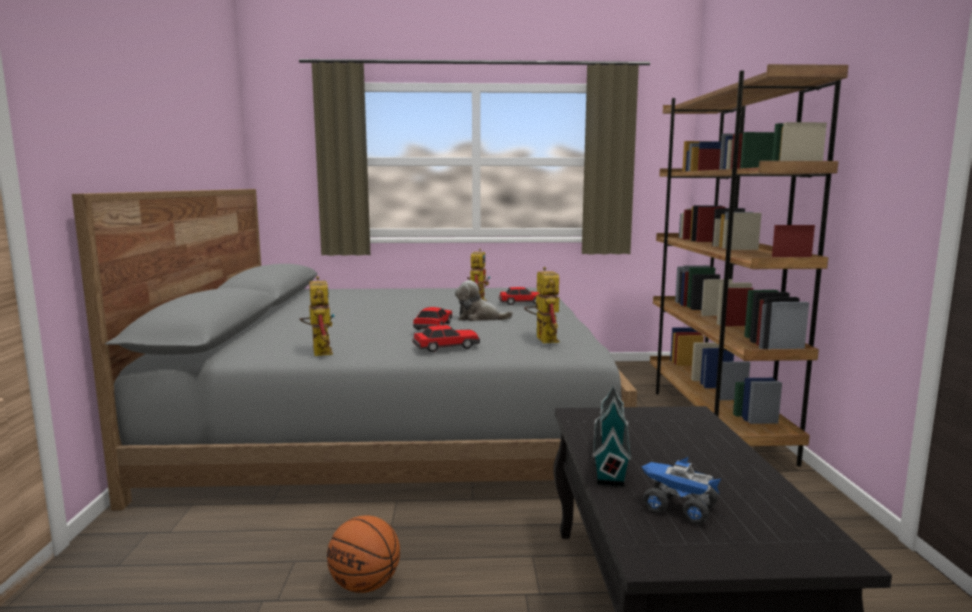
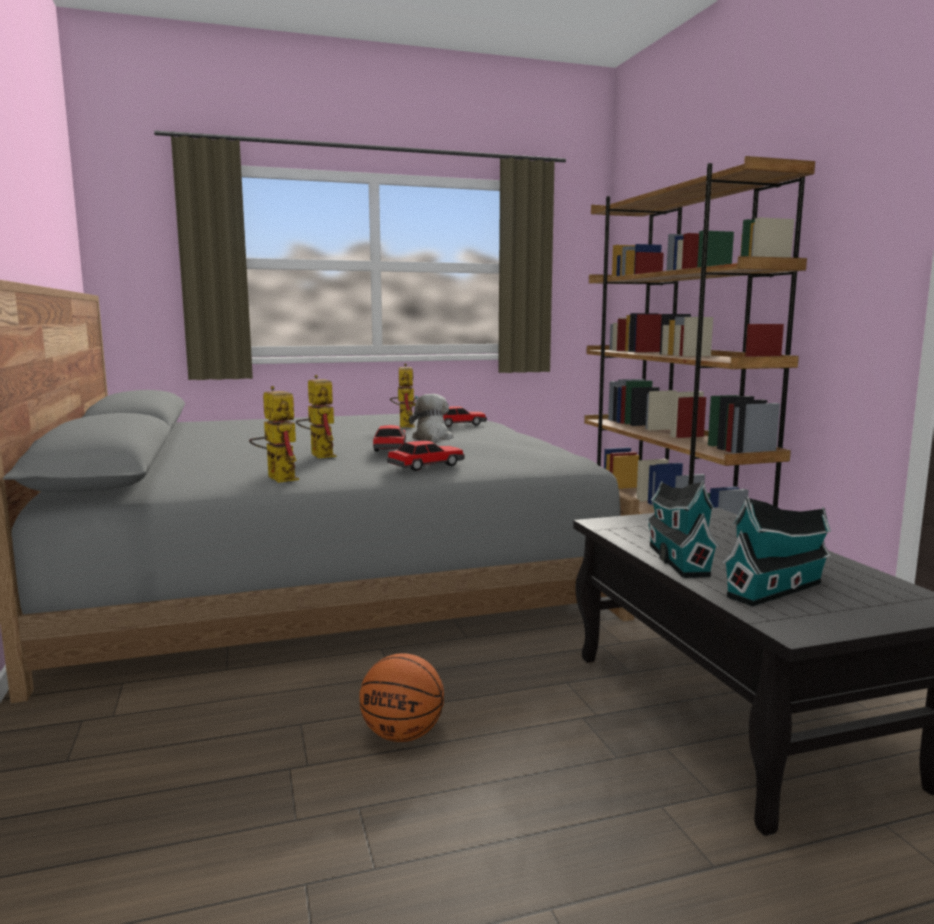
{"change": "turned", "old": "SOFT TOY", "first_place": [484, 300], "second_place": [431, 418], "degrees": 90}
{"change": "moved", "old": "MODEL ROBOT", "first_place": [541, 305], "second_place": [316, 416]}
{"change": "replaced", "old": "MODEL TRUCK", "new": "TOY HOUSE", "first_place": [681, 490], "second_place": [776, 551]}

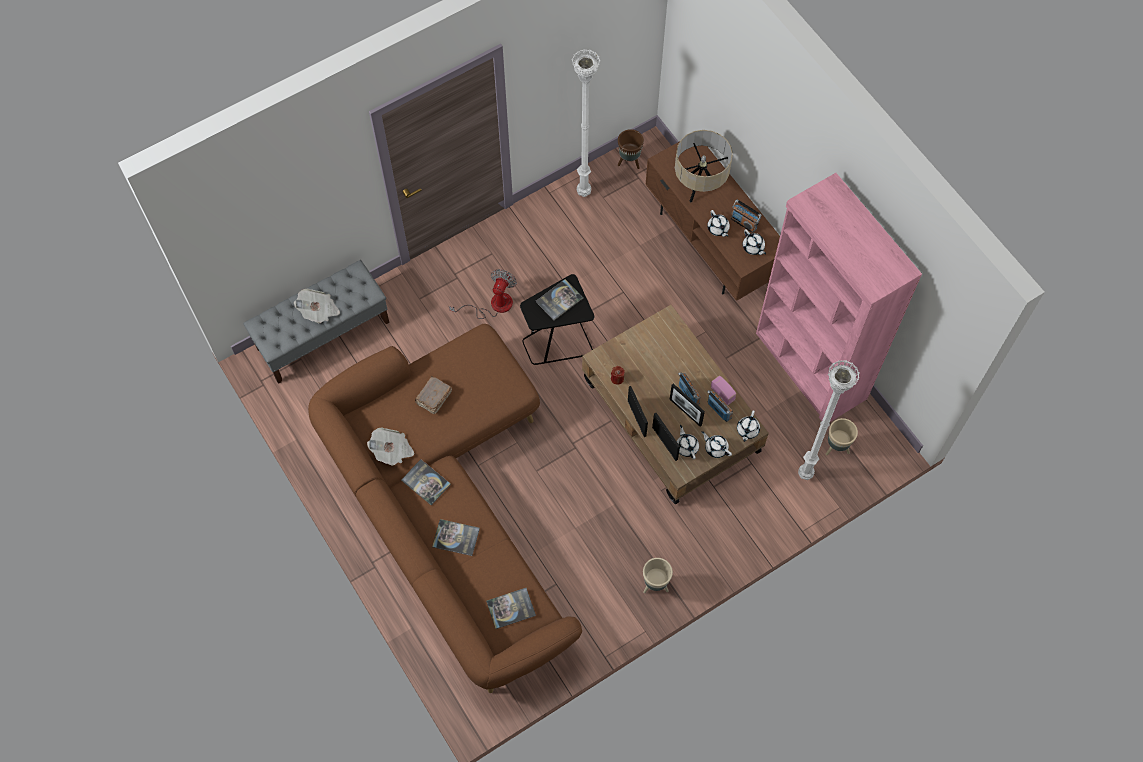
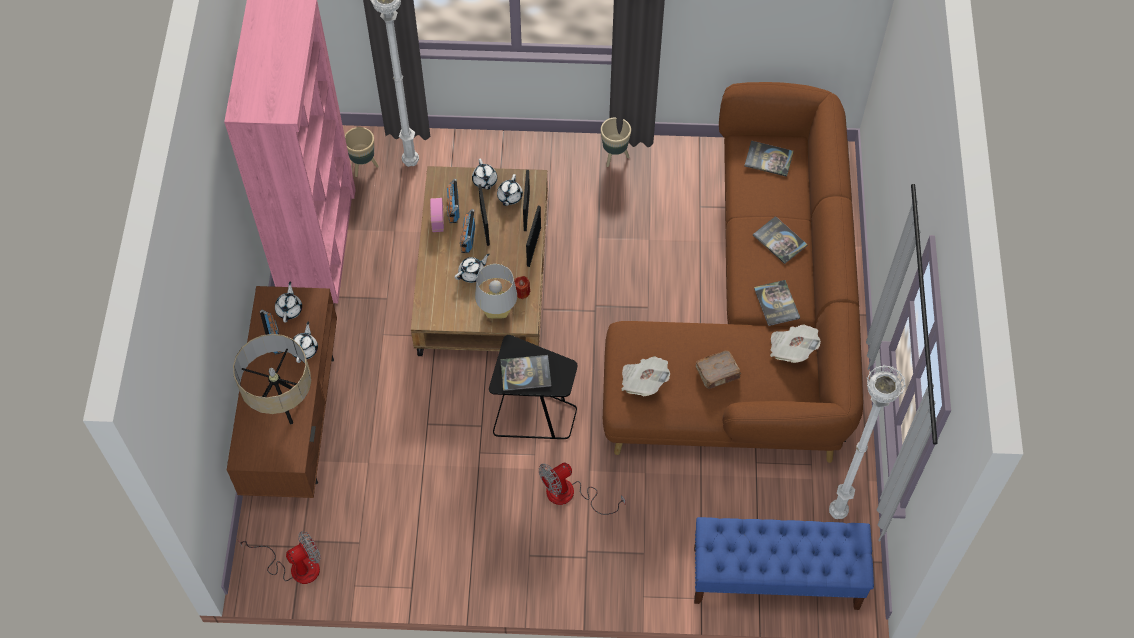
{"change": "recoloured", "old": "GRAY LONG SEAT", "new": "BLUE-COLOURED LONG SEAT", "first_place": [316, 322], "second_place": [784, 563]}
{"change": "moved", "old": "PRINTED PAPER", "first_place": [317, 306], "second_place": [646, 376]}
{"change": "moved", "old": "WHITE STANDARD LAMP", "first_place": [586, 123], "second_place": [867, 442]}
{"change": "replaced", "old": "BROWN-COLOURED PLANTER", "new": "ELECTRIC FAN", "first_place": [631, 149], "second_place": [279, 557]}
{"change": "moved", "old": "WHITE TEA POT", "first_place": [748, 426], "second_place": [472, 268]}
{"change": "added", "new": "GRAY LAMP FOR A TABLE", "second_place": [496, 291]}

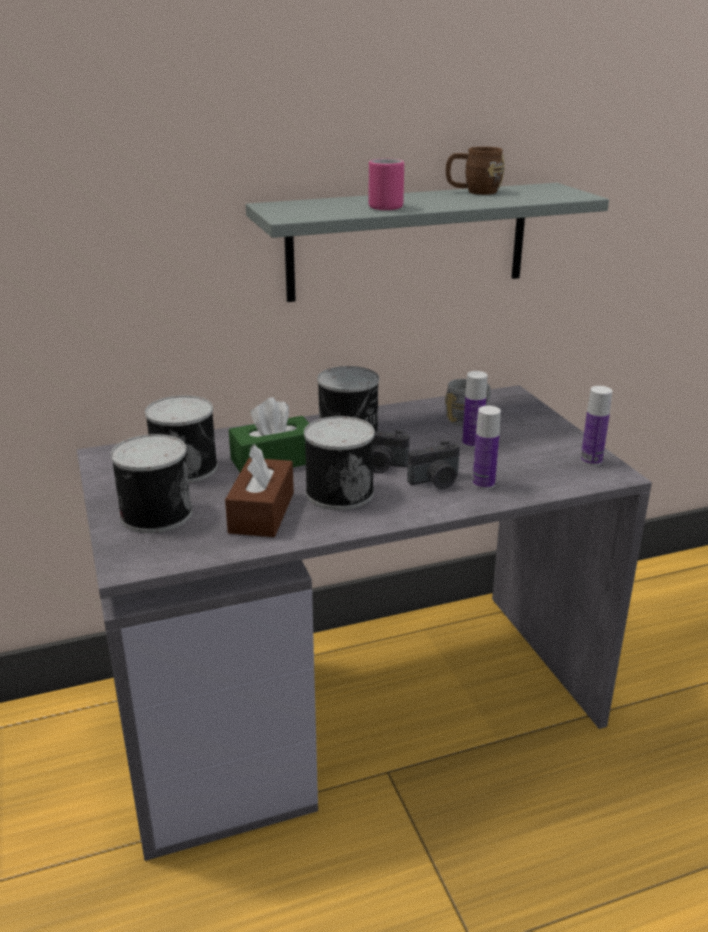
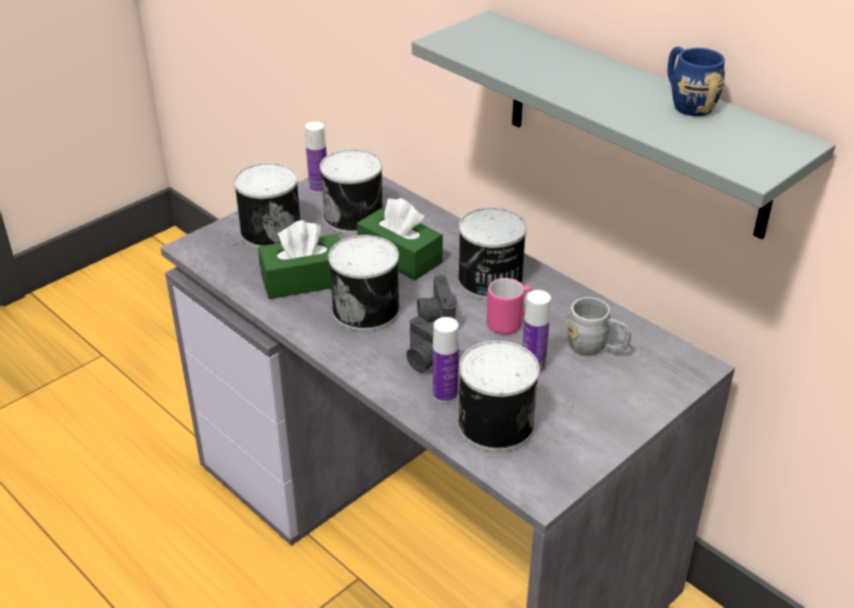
{"change": "recoloured", "old": "BROWN-COLOURED TISSUE HOLDER", "new": "GREEN-COLOURED TISSUE HOLDER", "first_place": [259, 490], "second_place": [299, 259]}
{"change": "moved", "old": "PINK-COLOURED MUG", "first_place": [386, 184], "second_place": [509, 306]}
{"change": "recoloured", "old": "BROWN-COLOURED MUG", "new": "BLUE-COLOURED MUG", "first_place": [475, 171], "second_place": [696, 81]}
{"change": "moved", "old": "DRINK BOTTLE", "first_place": [596, 426], "second_place": [316, 157]}
{"change": "added", "new": "SEALED CAN", "second_place": [499, 396]}

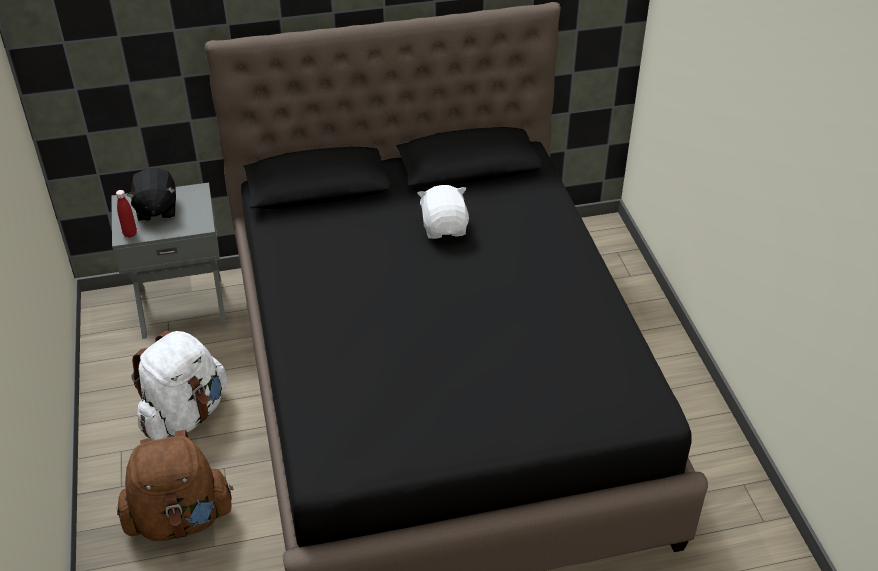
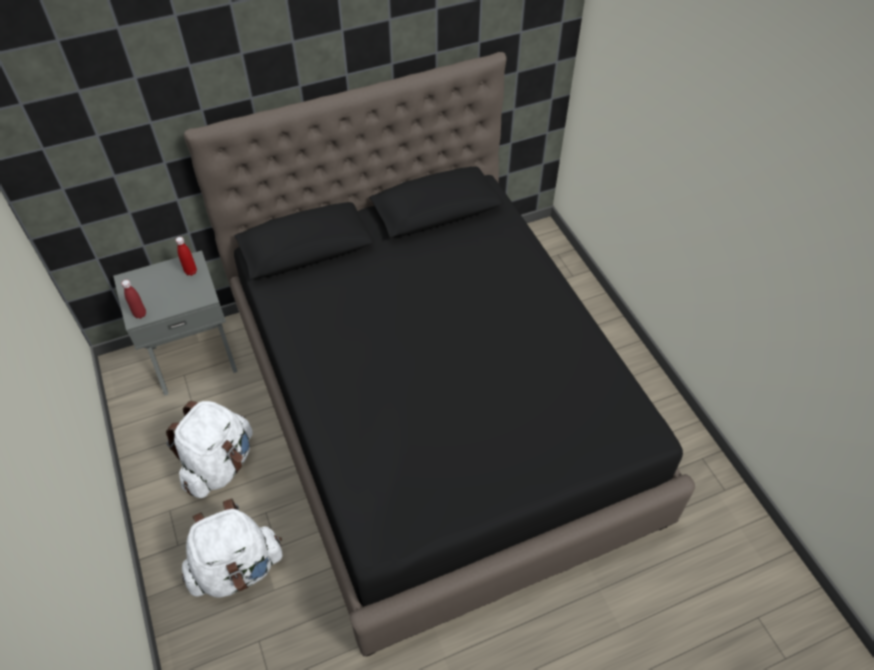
{"change": "recoloured", "old": "BROWN-COLOURED RUCKSACK", "new": "WHITE RUCKSACK", "first_place": [175, 485], "second_place": [232, 548]}
{"change": "removed", "old": "BLACK-COLOURED SOFT TOY", "first_place": [151, 195]}
{"change": "removed", "old": "WHITE SOFT TOY", "first_place": [443, 212]}
{"change": "added", "new": "RED DRINK BOTTLE", "second_place": [186, 256]}

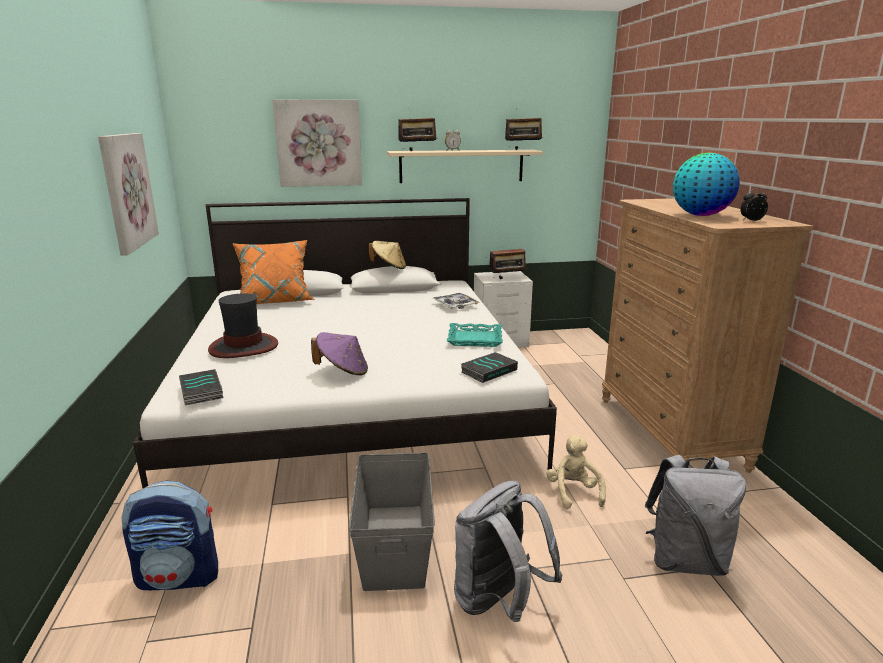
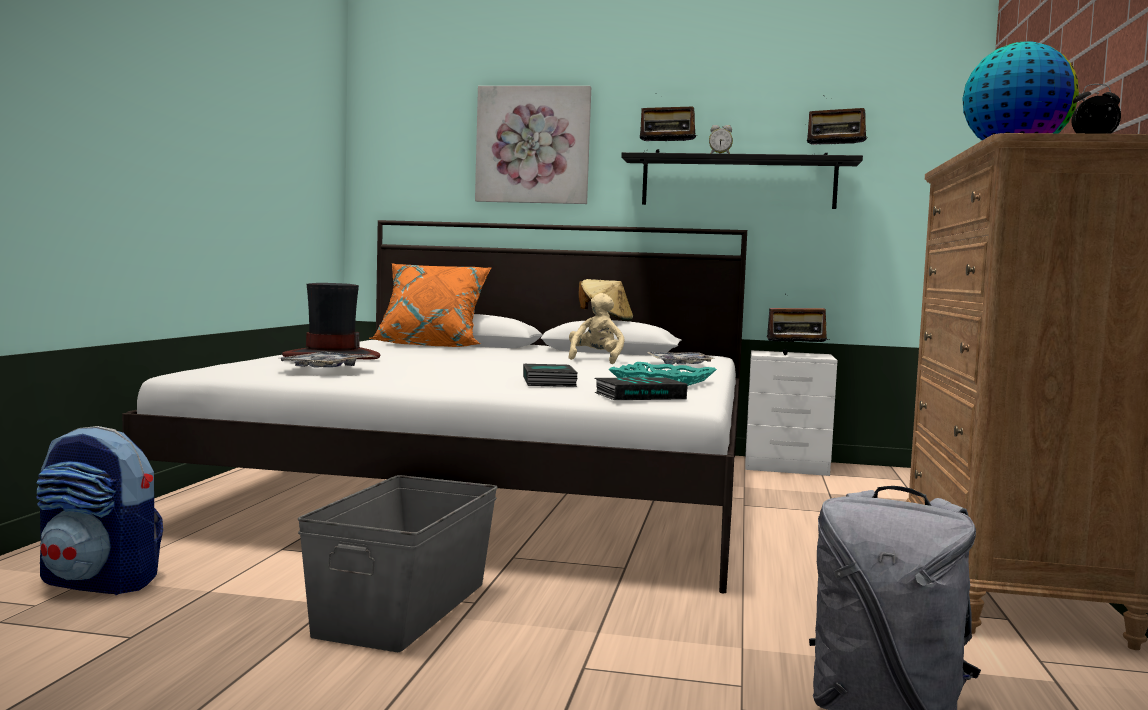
{"change": "removed", "old": "WALL ART", "first_place": [128, 194]}
{"change": "moved", "old": "VOLUME", "first_place": [201, 387], "second_place": [550, 375]}
{"change": "removed", "old": "PURPLISH HAT", "first_place": [339, 354]}
{"change": "recoloured", "old": "BEIGE BRACKET SHELF", "new": "BLACK-COLOURED BRACKET SHELF", "first_place": [465, 166], "second_place": [742, 180]}
{"change": "removed", "old": "GRAY RUCKSACK", "first_place": [508, 551]}
{"change": "moved", "old": "BEIGE SOFT TOY", "first_place": [576, 472], "second_place": [597, 328]}
{"change": "added", "new": "SERVING TRAY", "second_place": [328, 360]}

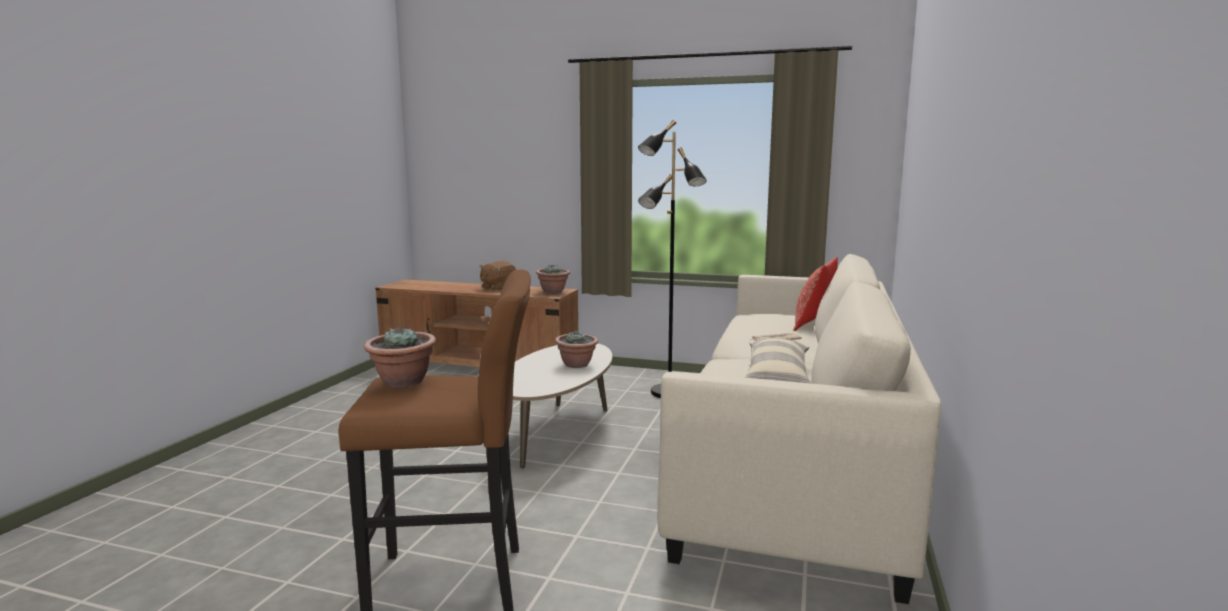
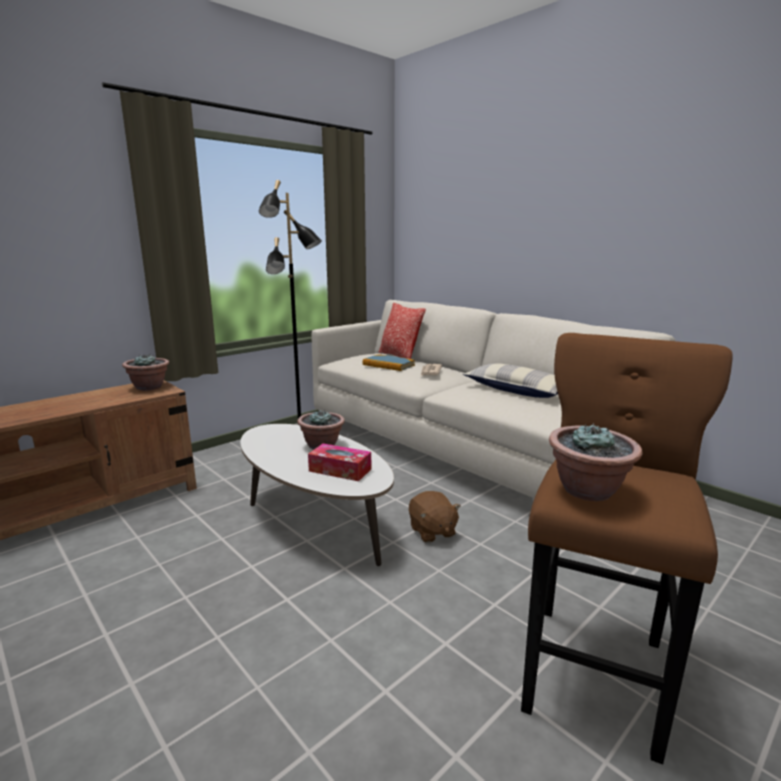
{"change": "moved", "old": "BROWN-COLOURED SOFT TOY", "first_place": [497, 276], "second_place": [435, 517]}
{"change": "added", "new": "TISSUE HOLDER", "second_place": [339, 462]}
{"change": "added", "new": "VOLUME", "second_place": [389, 362]}

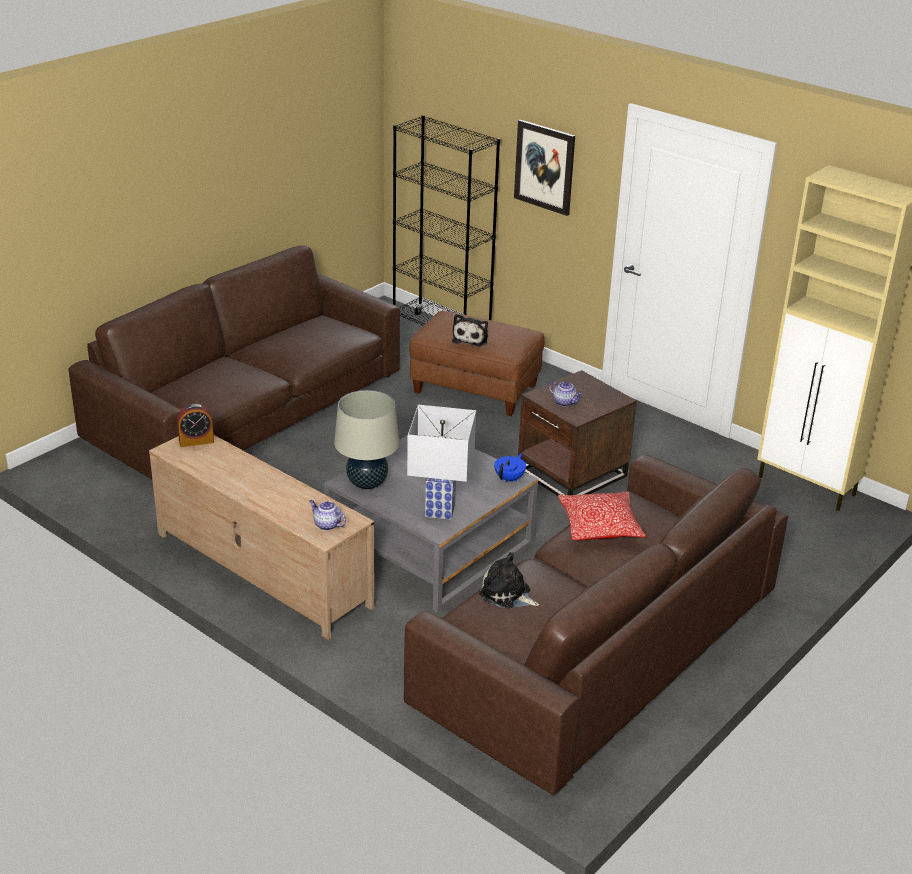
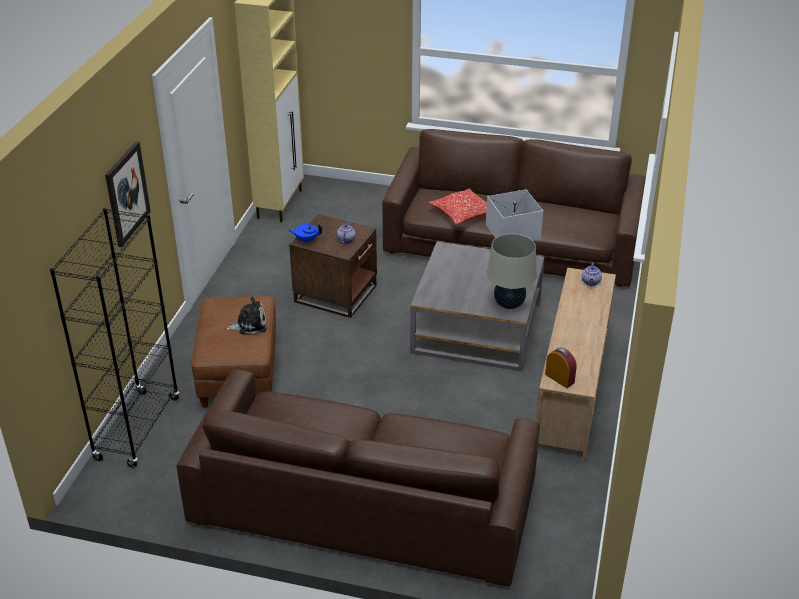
{"change": "removed", "old": "SOFT TOY", "first_place": [509, 580]}
{"change": "moved", "old": "BLUE-COLOURED TEA POT", "first_place": [510, 467], "second_place": [305, 233]}

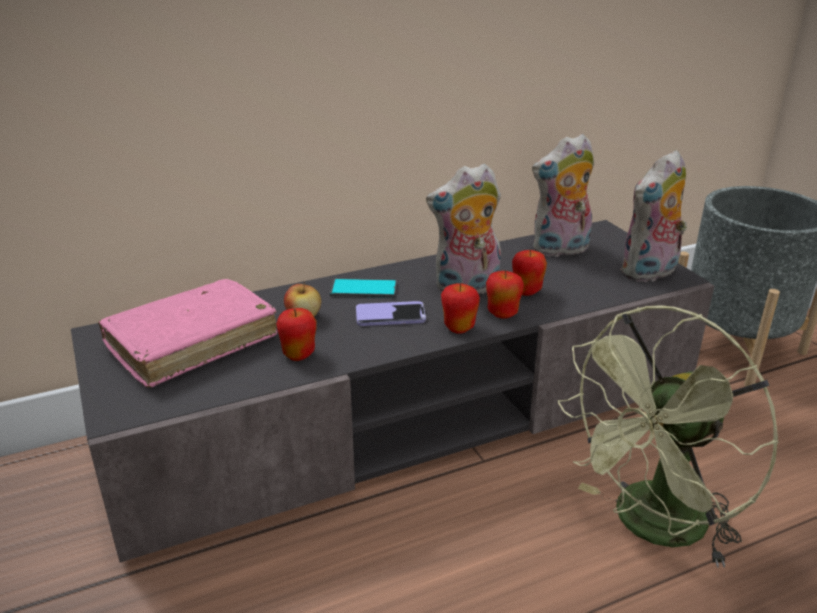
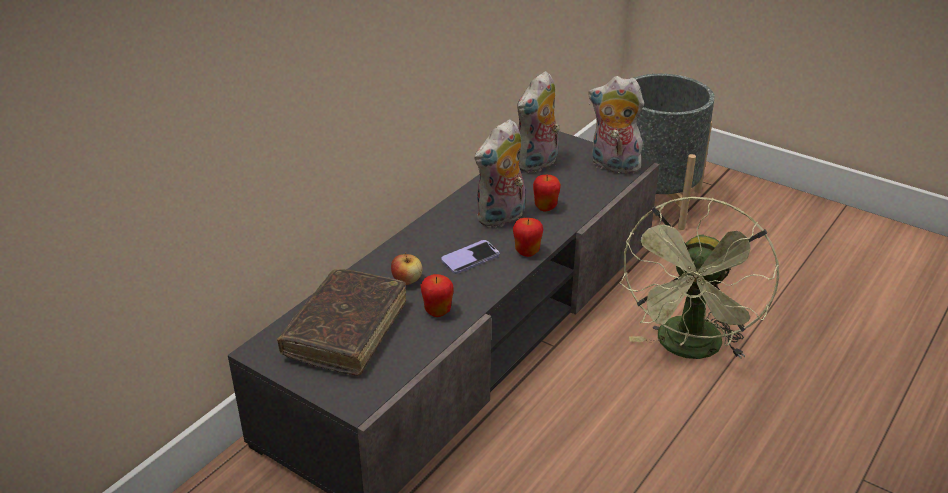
{"change": "recoloured", "old": "PINK-COLOURED VOLUME", "new": "BROWN-COLOURED VOLUME", "first_place": [187, 333], "second_place": [341, 322]}
{"change": "removed", "old": "TELEPHONE", "first_place": [363, 288]}
{"change": "removed", "old": "WHOLE APPLE", "first_place": [505, 294]}
{"change": "turned", "old": "SOFT TOY", "first_place": [653, 216], "second_place": [616, 126], "degrees": 90}

